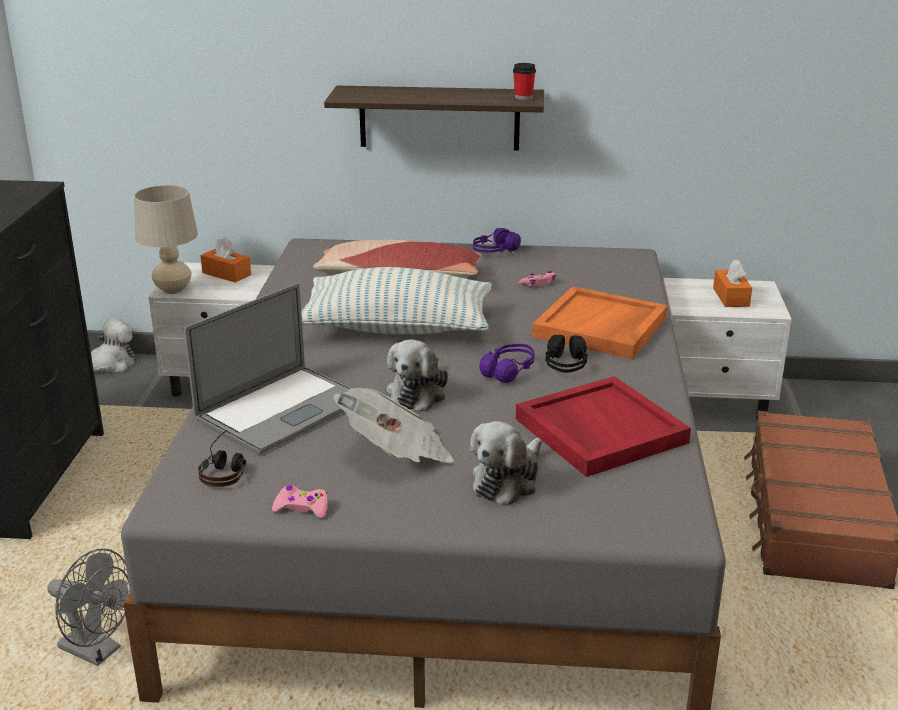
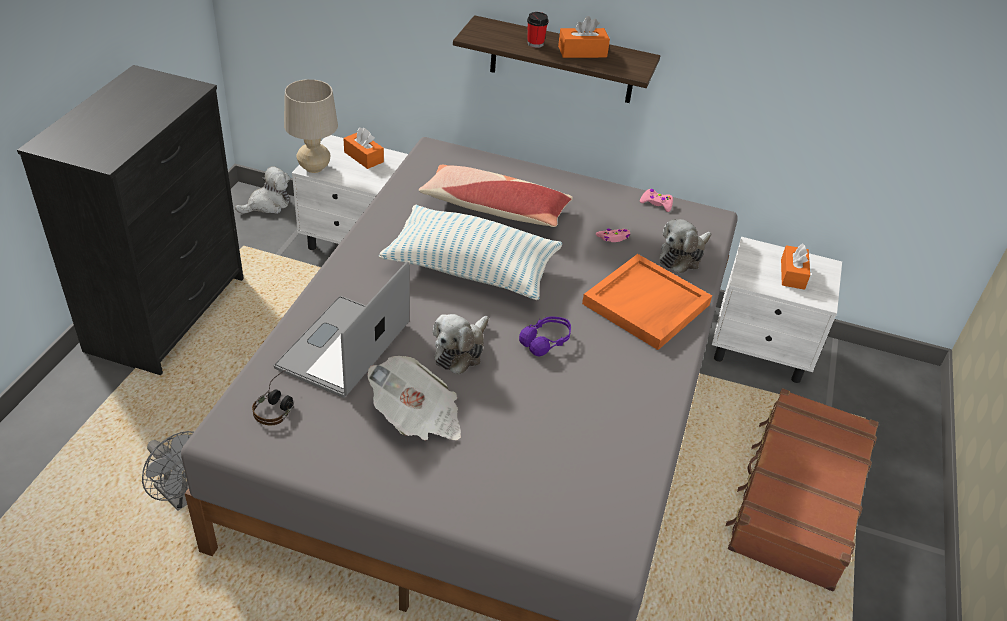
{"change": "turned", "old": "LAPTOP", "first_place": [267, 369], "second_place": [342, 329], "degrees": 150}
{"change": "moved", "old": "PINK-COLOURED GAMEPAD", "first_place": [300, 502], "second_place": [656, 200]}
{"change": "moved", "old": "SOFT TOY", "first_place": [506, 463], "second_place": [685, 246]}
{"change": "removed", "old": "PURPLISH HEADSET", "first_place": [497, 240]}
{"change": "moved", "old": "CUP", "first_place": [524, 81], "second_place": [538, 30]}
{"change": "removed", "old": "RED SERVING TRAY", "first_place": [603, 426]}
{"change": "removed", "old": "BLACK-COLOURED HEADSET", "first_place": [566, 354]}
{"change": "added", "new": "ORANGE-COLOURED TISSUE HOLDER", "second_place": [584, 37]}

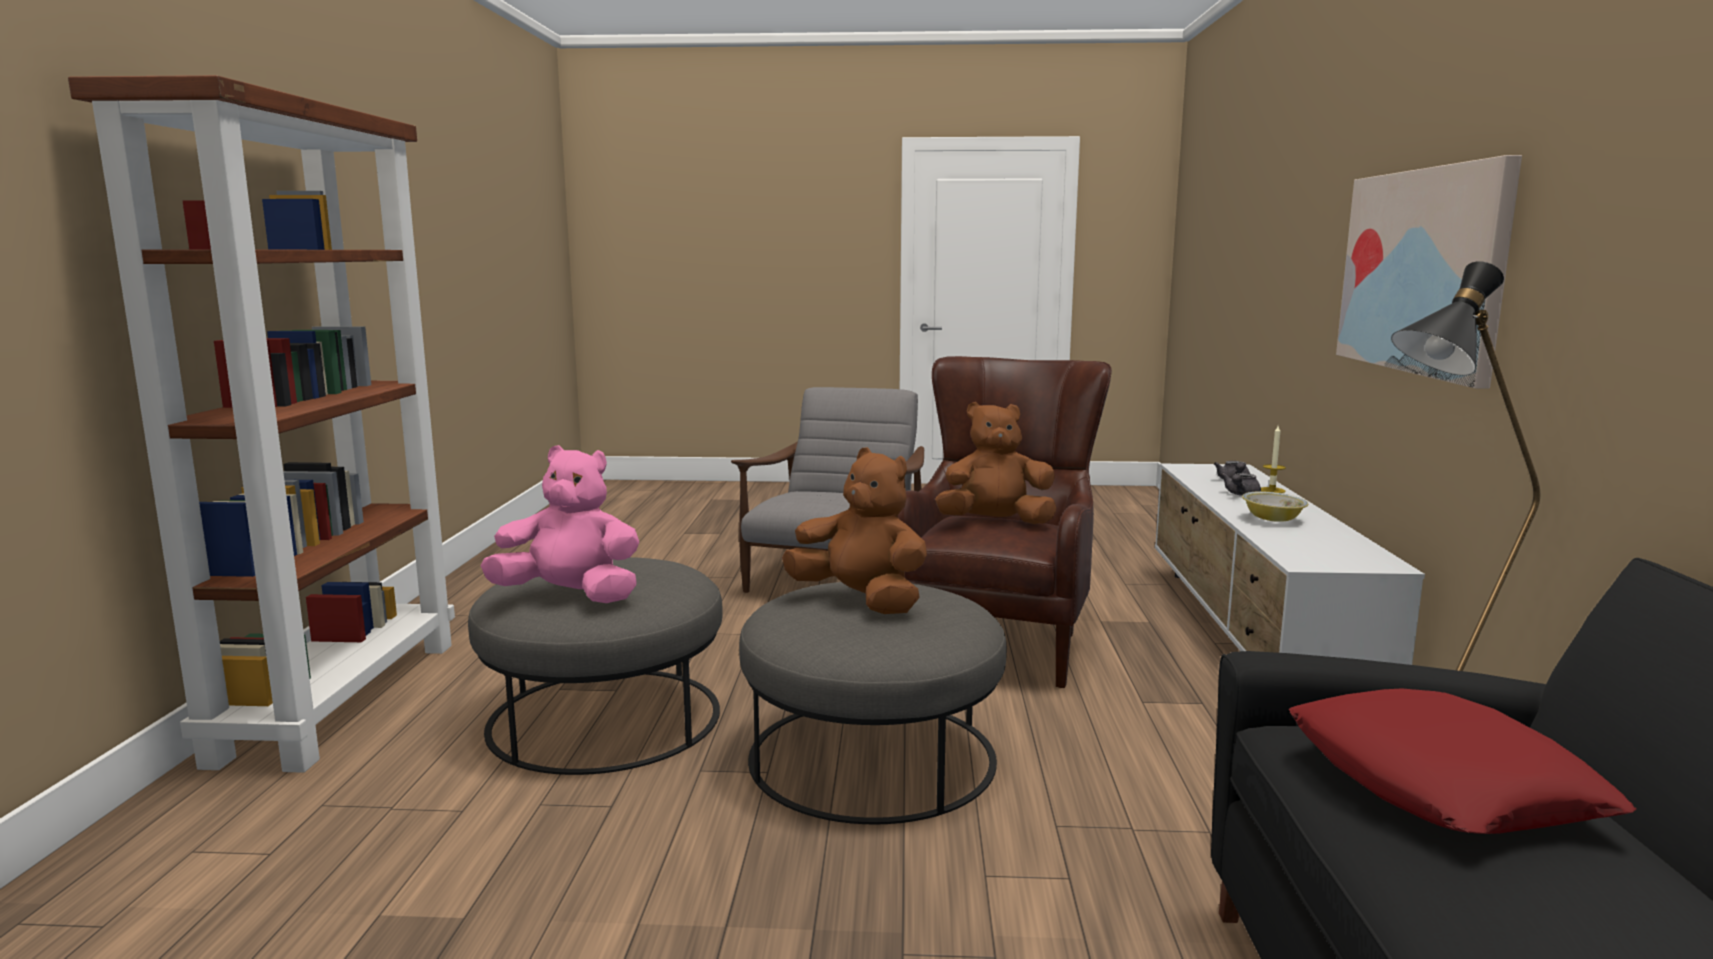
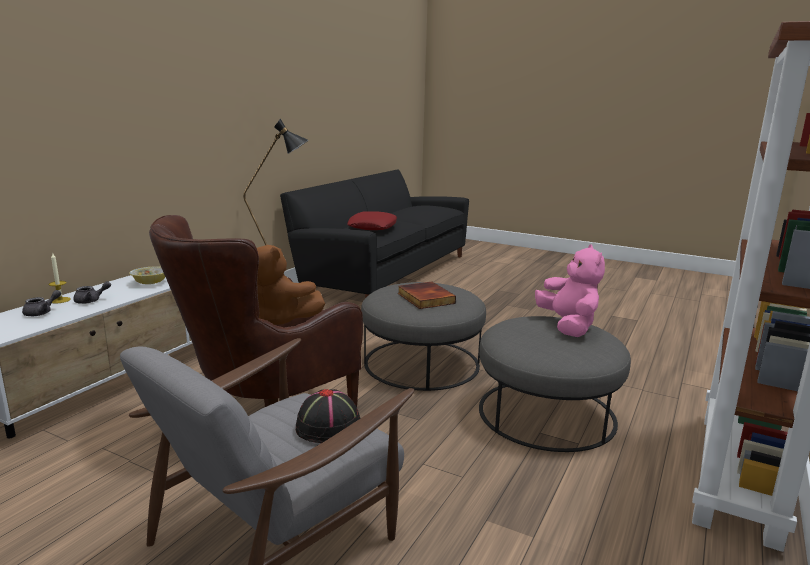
{"change": "turned", "old": "PINK-COLOURED SOFT TOY", "first_place": [560, 524], "second_place": [570, 291], "degrees": -135}
{"change": "replaced", "old": "BROWN-COLOURED SOFT TOY", "new": "VOLUME", "first_place": [854, 530], "second_place": [427, 295]}
{"change": "removed", "old": "WALL ART", "first_place": [1429, 271]}
{"change": "added", "new": "BLACK-COLOURED HAT", "second_place": [328, 416]}

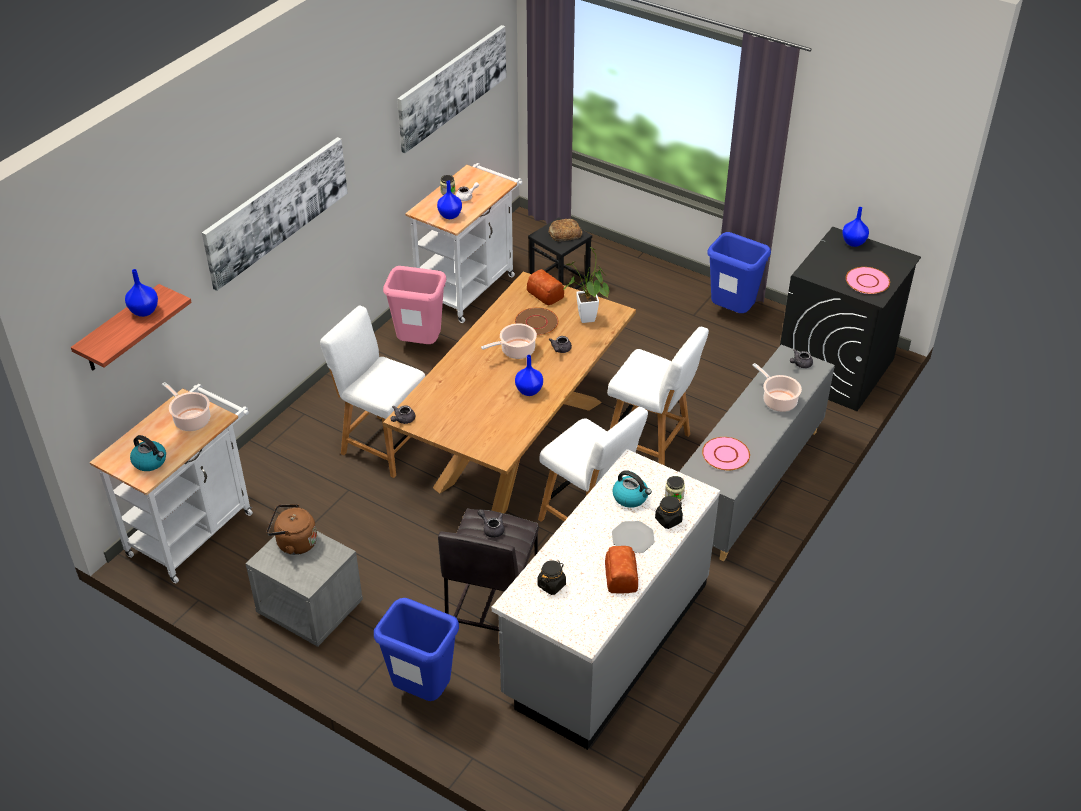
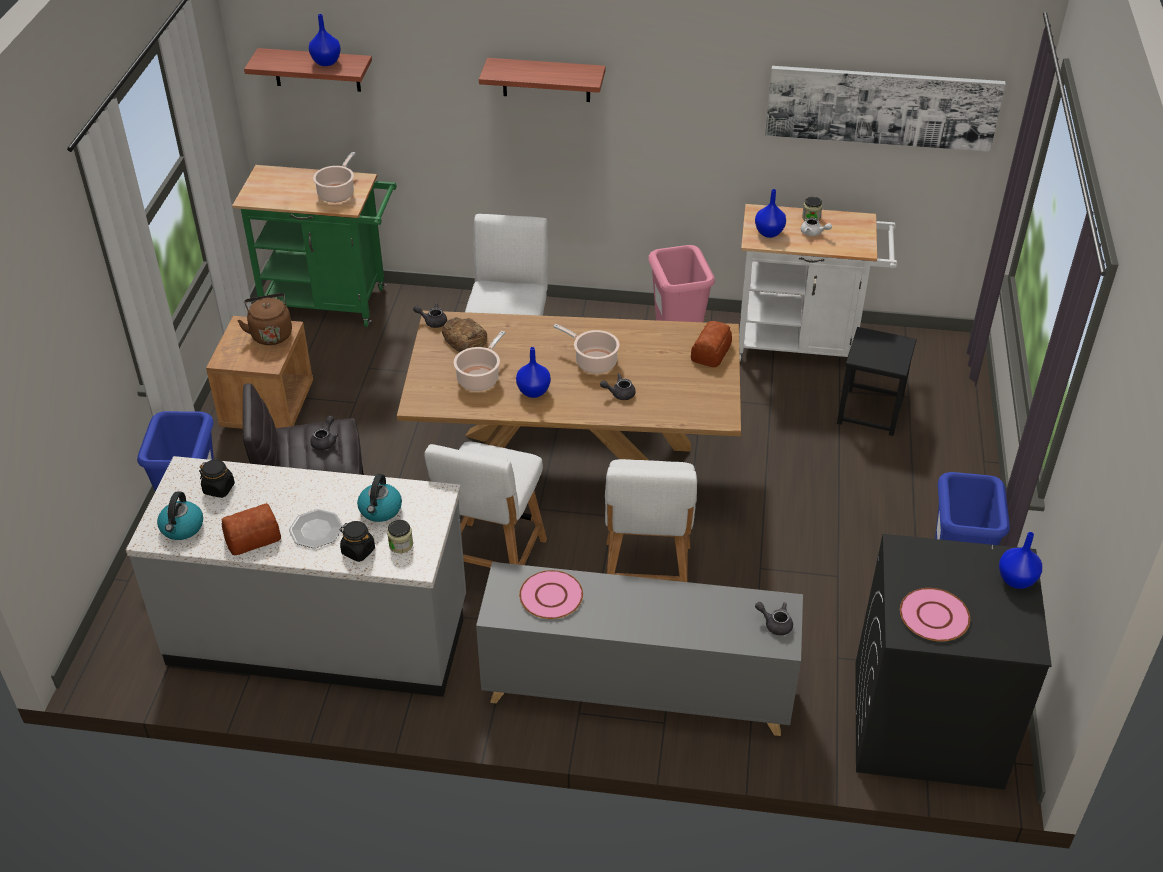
{"change": "recoloured", "old": "WHITE CART", "new": "GREEN-COLOURED CART", "first_place": [171, 483], "second_place": [314, 246]}
{"change": "moved", "old": "TEA KETTLE", "first_place": [148, 453], "second_place": [180, 515]}
{"change": "replaced", "old": "WALL ART", "new": "BRACKET SHELF", "first_place": [274, 214], "second_place": [542, 80]}
{"change": "recoloured", "old": "GRAY BEDSIDE TABLE", "new": "BROWN-COLOURED BEDSIDE TABLE", "first_place": [304, 589], "second_place": [259, 372]}
{"change": "removed", "old": "BROWN-COLOURED PLATE", "first_place": [537, 321]}
{"change": "moved", "old": "BREAD", "first_place": [565, 230], "second_place": [464, 334]}
{"change": "removed", "old": "PLANT IN A POT", "first_place": [586, 285]}
{"change": "moved", "old": "COOKING POT", "first_place": [777, 387], "second_place": [479, 361]}

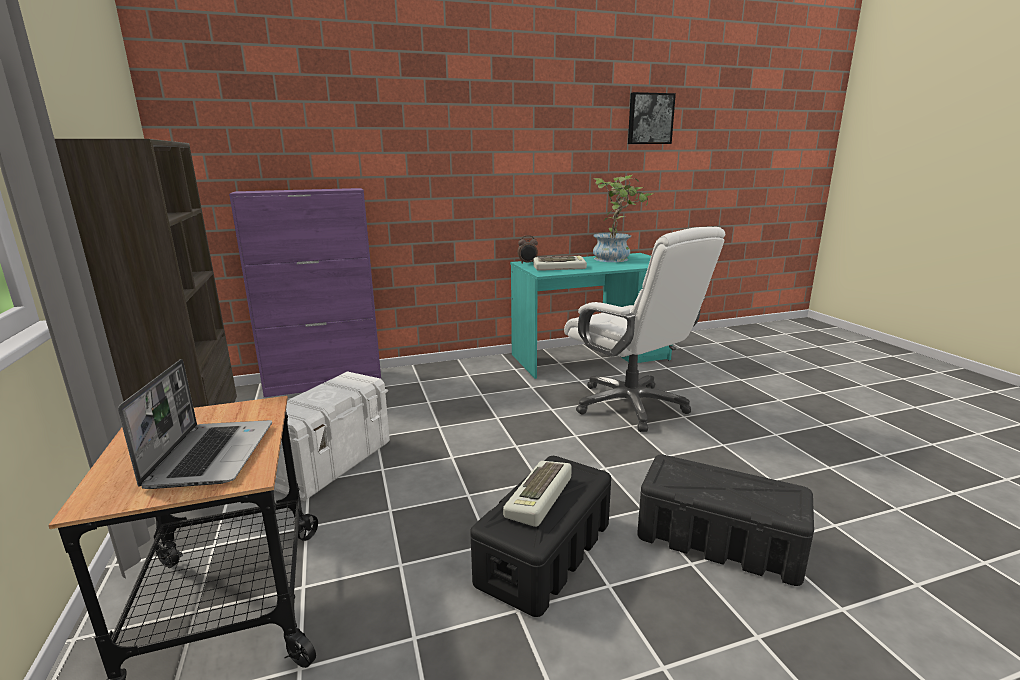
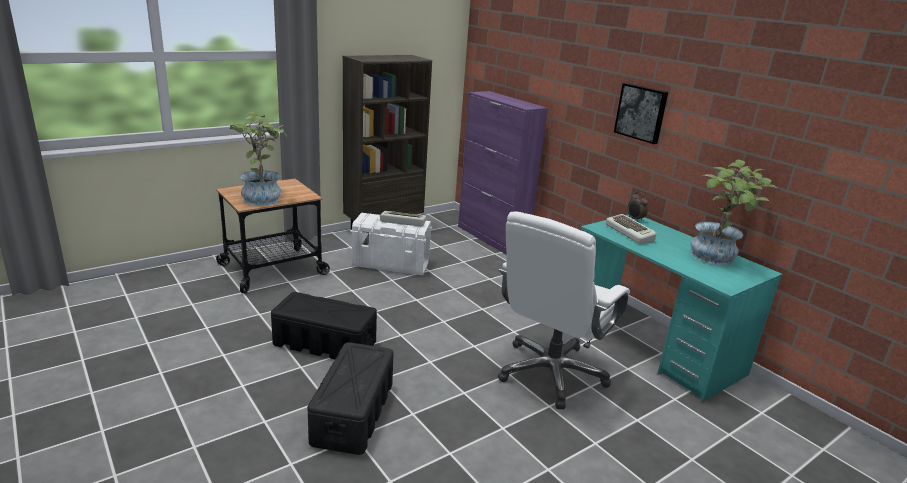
{"change": "replaced", "old": "LAPTOP", "new": "PLANT IN A POT", "first_place": [195, 424], "second_place": [258, 159]}
{"change": "moved", "old": "PC KEYBOARD", "first_place": [537, 494], "second_place": [403, 219]}
{"change": "moved", "old": "WALL ART", "first_place": [652, 118], "second_place": [641, 113]}

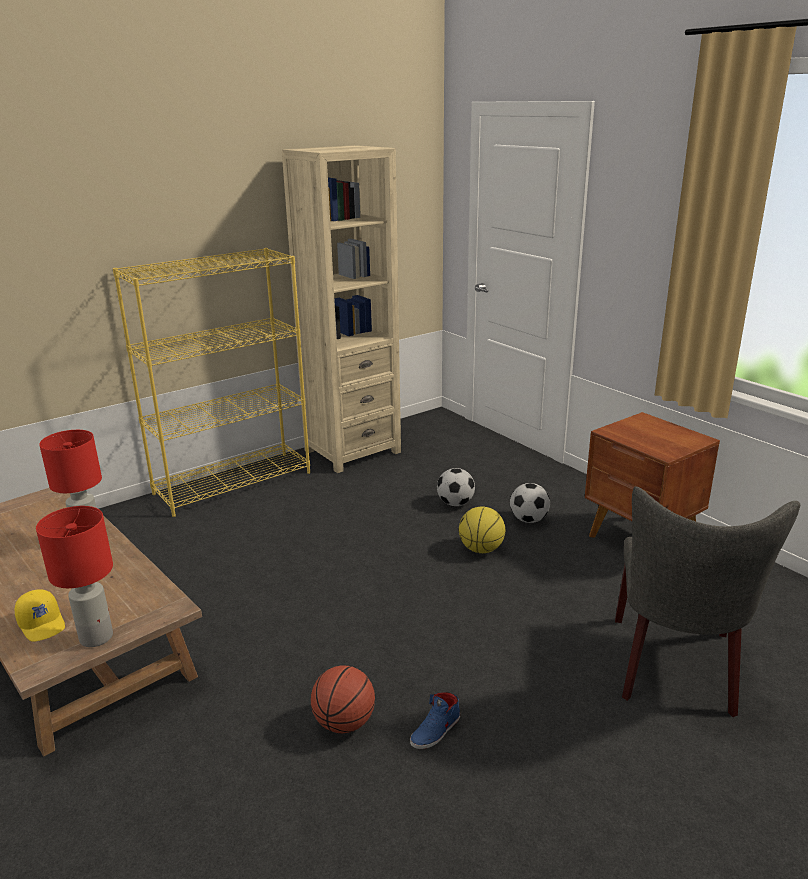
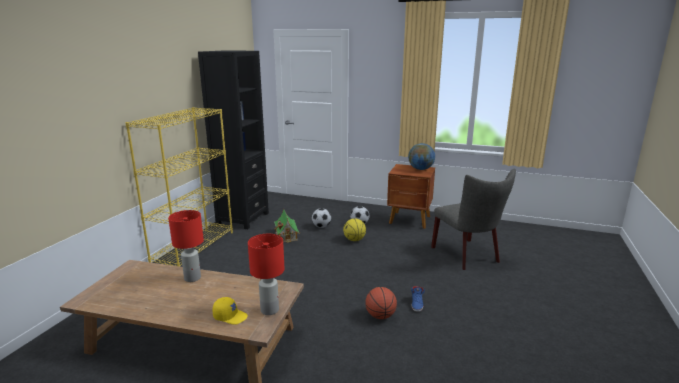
{"change": "recoloured", "old": "BEIGE BOOKCASE", "new": "BLACK-COLOURED BOOKCASE", "first_place": [341, 309], "second_place": [233, 139]}
{"change": "added", "new": "TOY HOUSE", "second_place": [287, 226]}
{"change": "added", "new": "GLOBE", "second_place": [421, 156]}

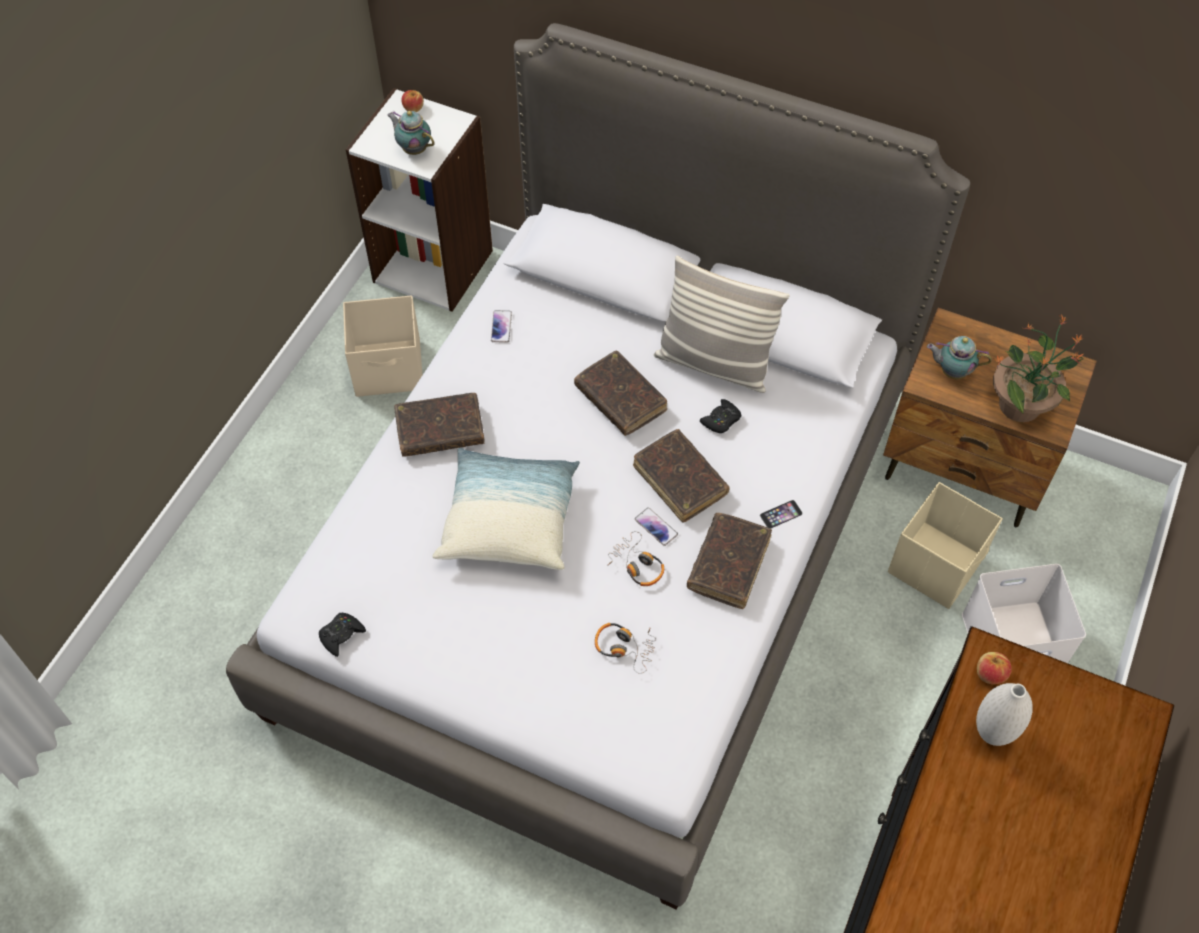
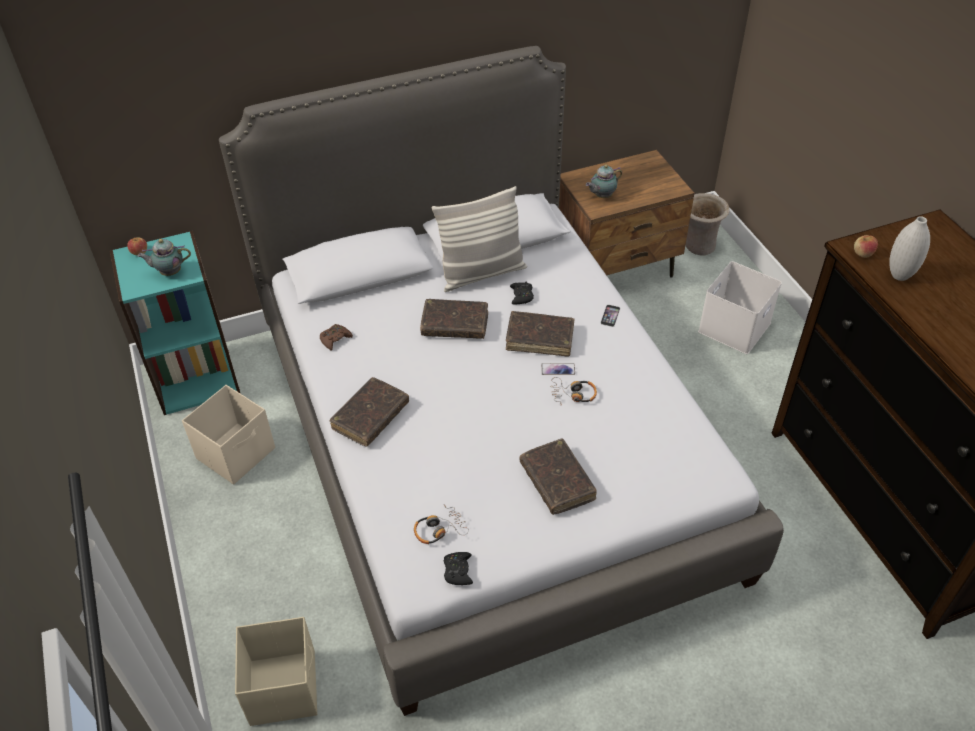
{"change": "recoloured", "old": "WHITE BOOKCASE", "new": "BLUE-GREEN BOOKCASE", "first_place": [419, 200], "second_place": [175, 323]}
{"change": "removed", "old": "PILLOW", "first_place": [506, 509]}
{"change": "replaced", "old": "TELEPHONE", "new": "BROWN-COLOURED GAMEPAD", "first_place": [501, 326], "second_place": [336, 337]}
{"change": "moved", "old": "HEADSET", "first_place": [625, 648], "second_place": [441, 524]}
{"change": "moved", "old": "BROWN-COLOURED VOLUME", "first_place": [729, 561], "second_place": [558, 477]}
{"change": "moved", "old": "BEIGE STORAGE BIN", "first_place": [945, 545], "second_place": [276, 671]}
{"change": "removed", "old": "PLANT IN A POT", "first_place": [1038, 368]}
{"change": "added", "new": "BEIGE FLOWER VASE", "second_place": [708, 224]}

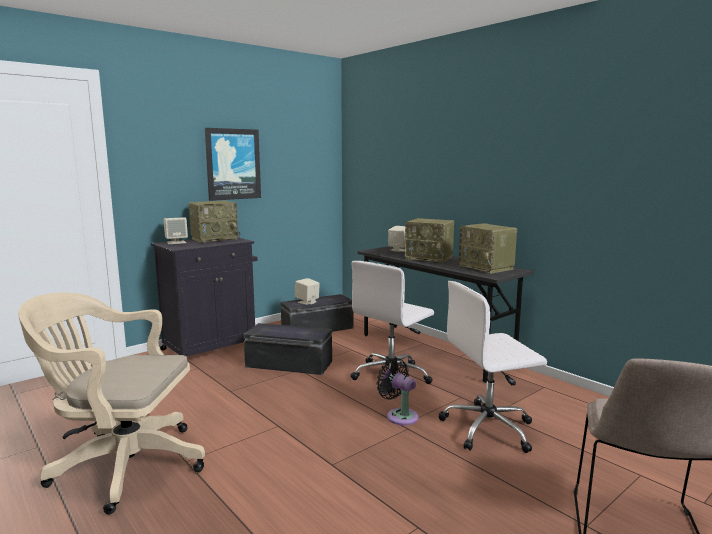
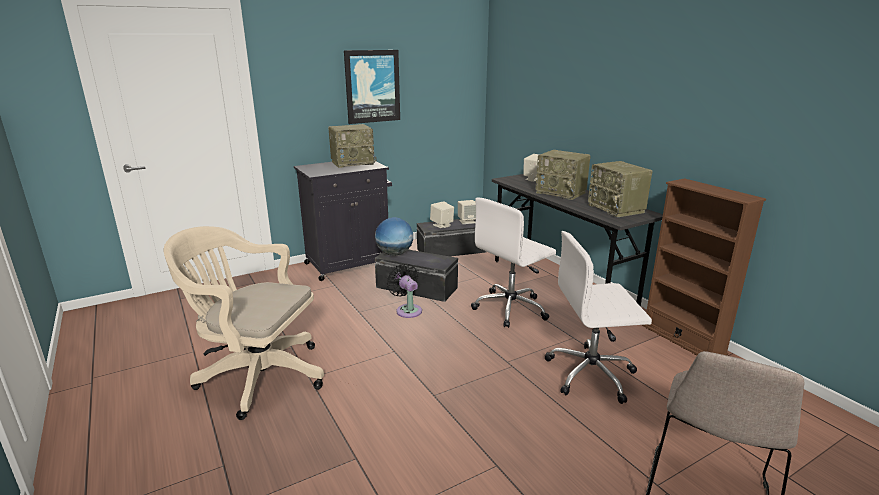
{"change": "moved", "old": "BEIGE SPEAKER", "first_place": [176, 230], "second_place": [467, 212]}
{"change": "moved", "old": "BLACK-COLOURED ELECTRIC FAN", "first_place": [397, 391], "second_place": [404, 290]}
{"change": "added", "new": "GLOBE", "second_place": [394, 236]}
{"change": "added", "new": "BROWN-COLOURED BOOKCASE", "second_place": [704, 266]}

